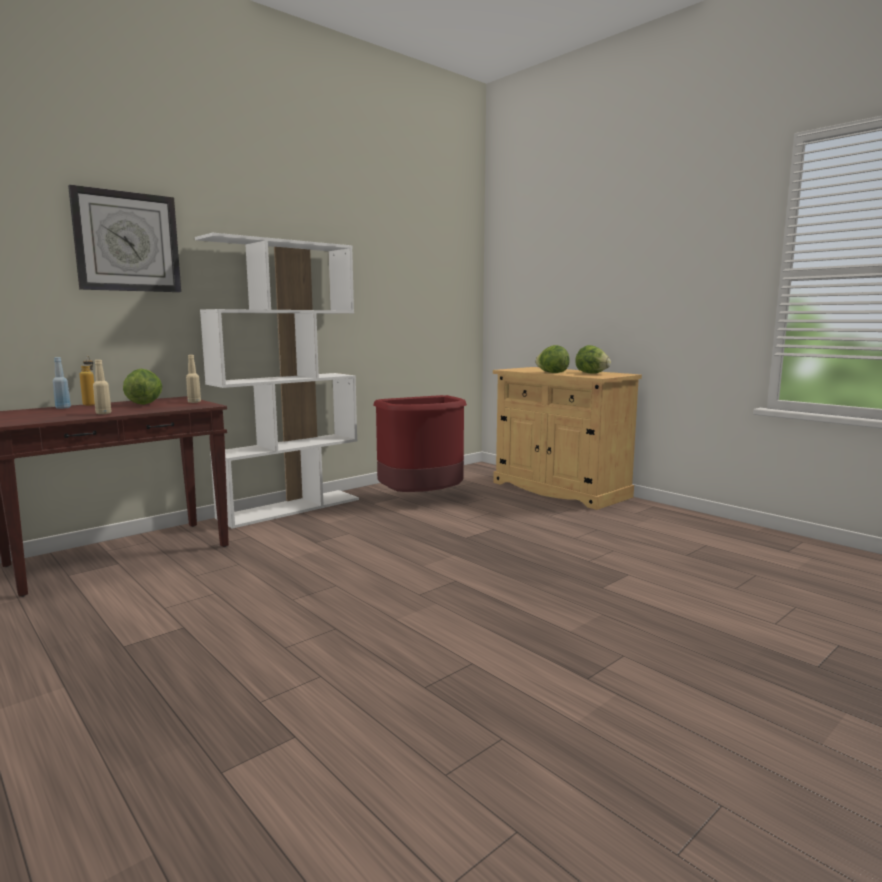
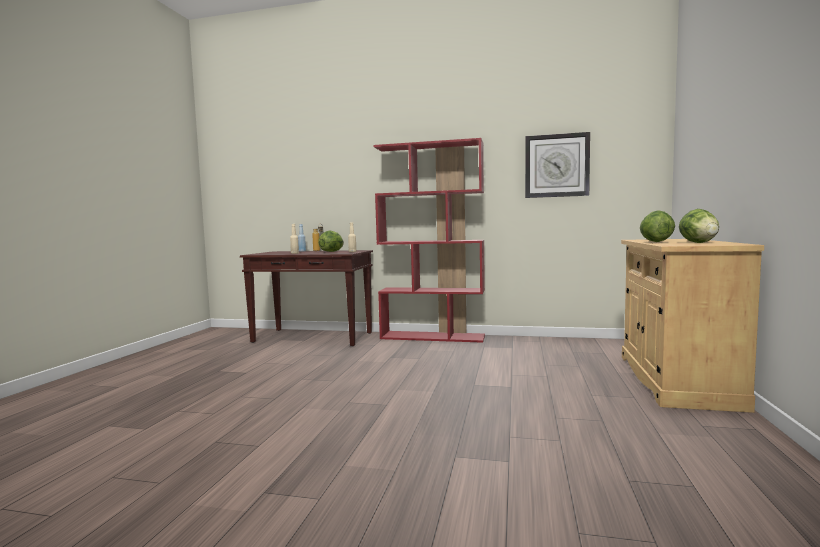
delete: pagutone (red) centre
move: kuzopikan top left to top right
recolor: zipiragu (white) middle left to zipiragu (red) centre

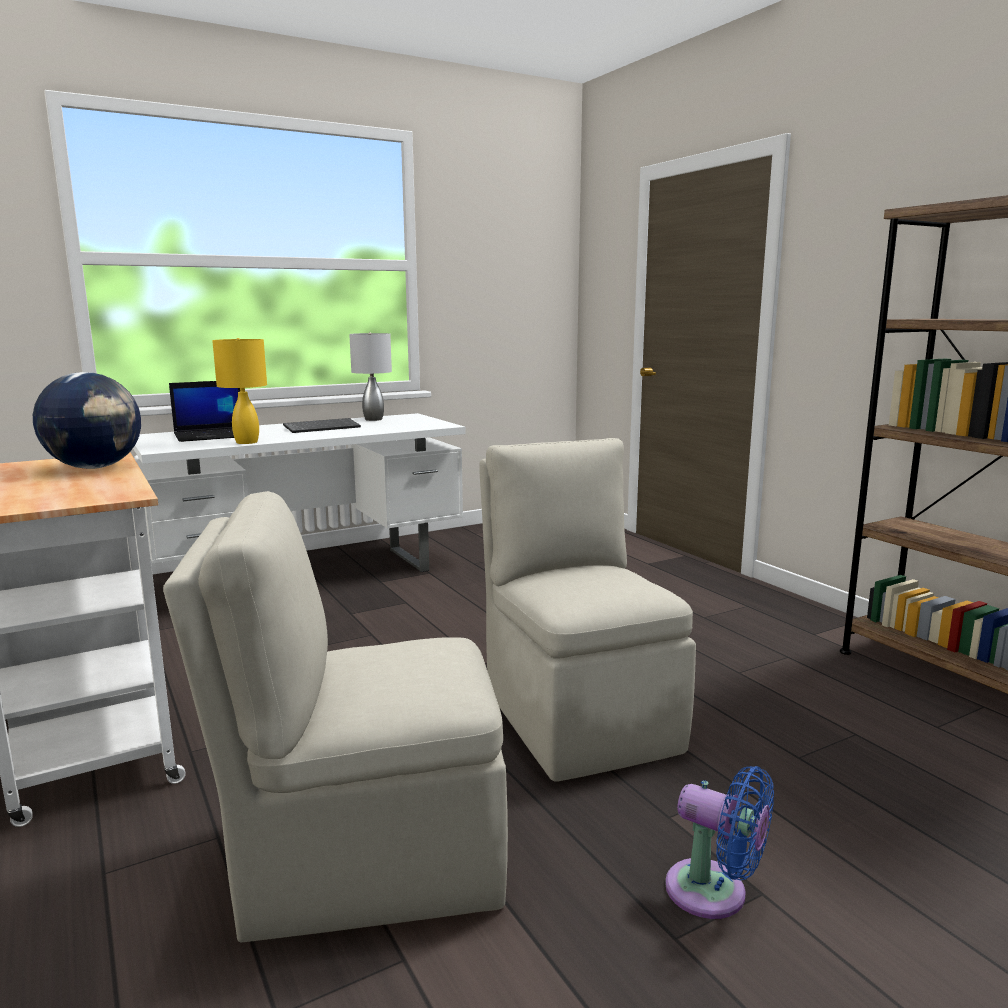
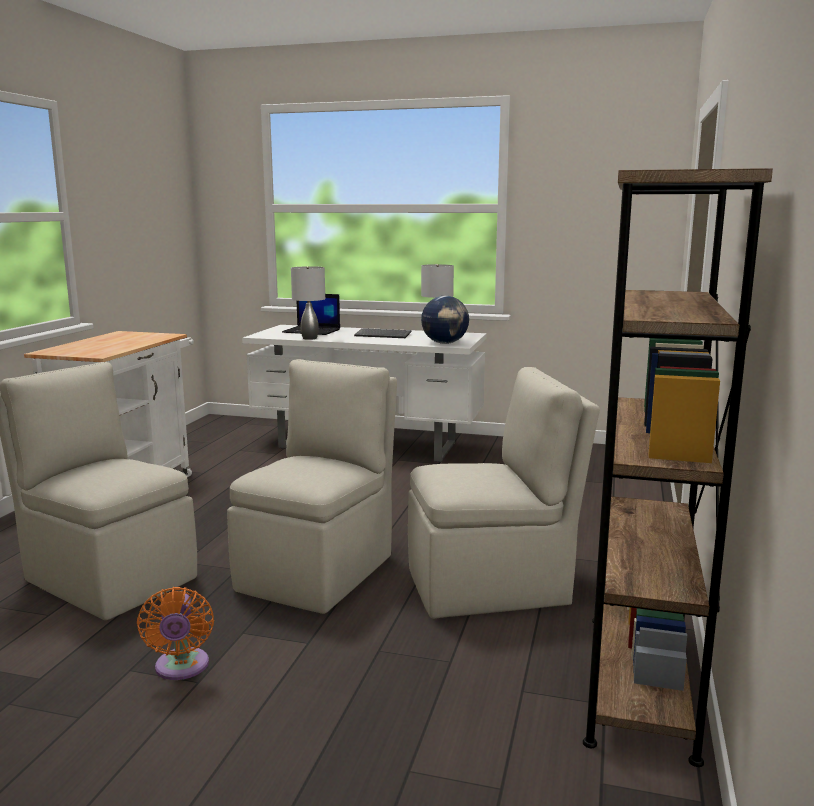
insert: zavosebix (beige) (3rd from left) centre
move: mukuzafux middle left to centre
recolor: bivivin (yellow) middle left to bivivin (grey) (1st from left) centre; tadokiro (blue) bottom right to tadokiro (orange) bottom left

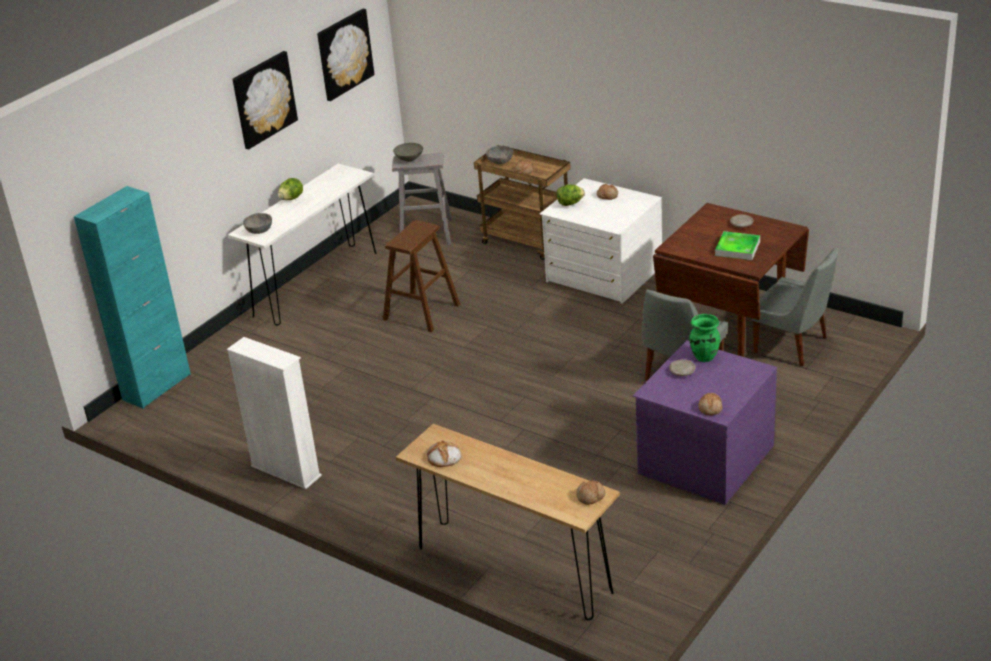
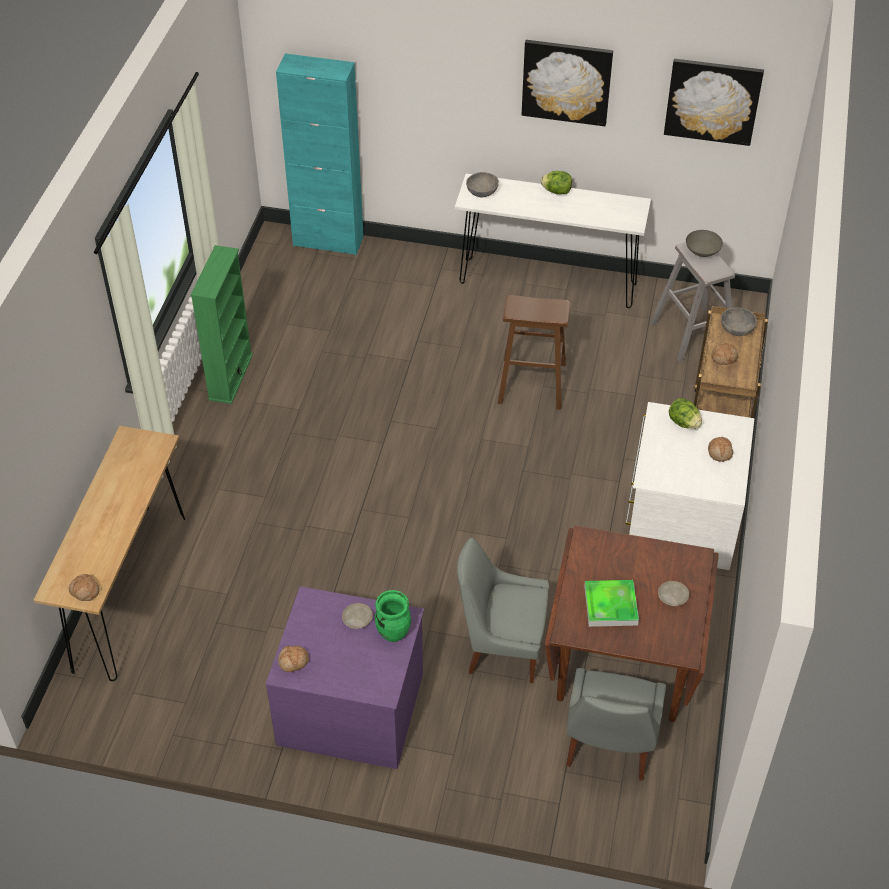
delete: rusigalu (1st from left) bottom centre
recolor: zipiragu (white) middle left to zipiragu (green) middle left

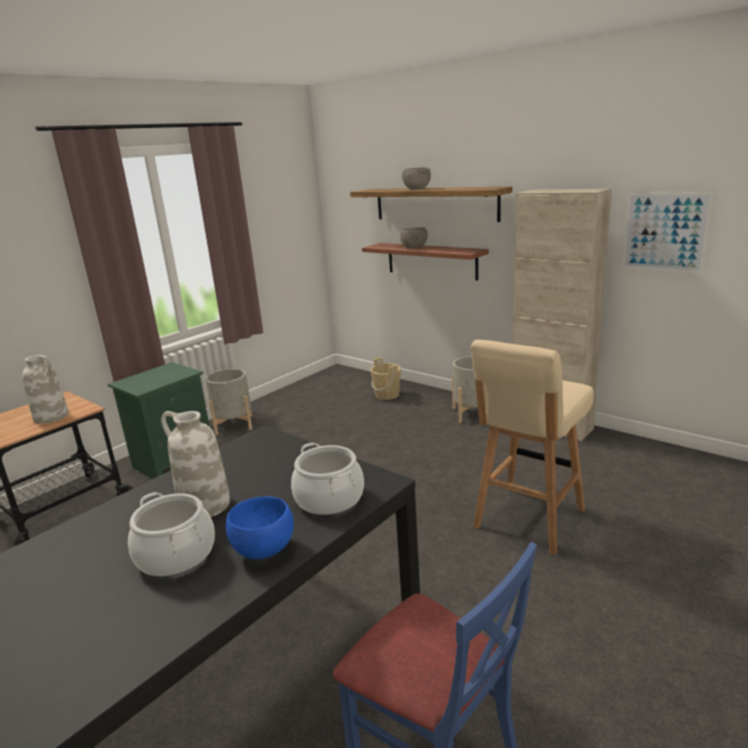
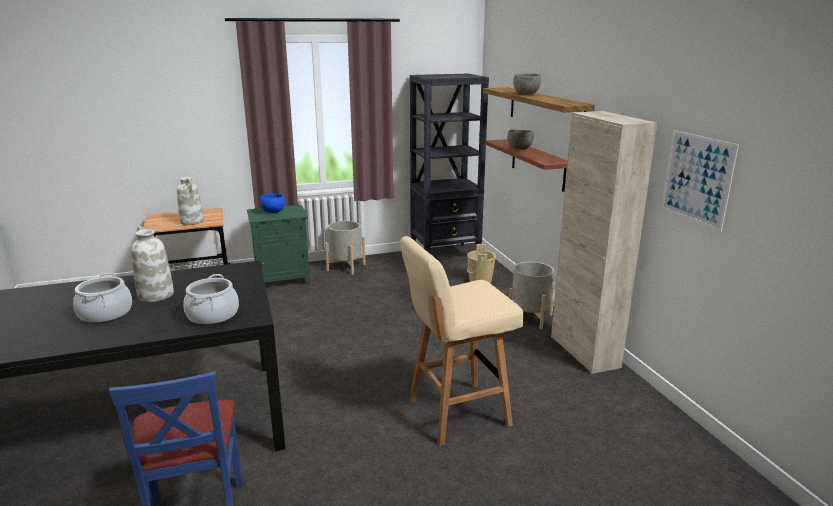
insert: zipiragu (black) top centre
move: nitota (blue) bottom centre to middle left

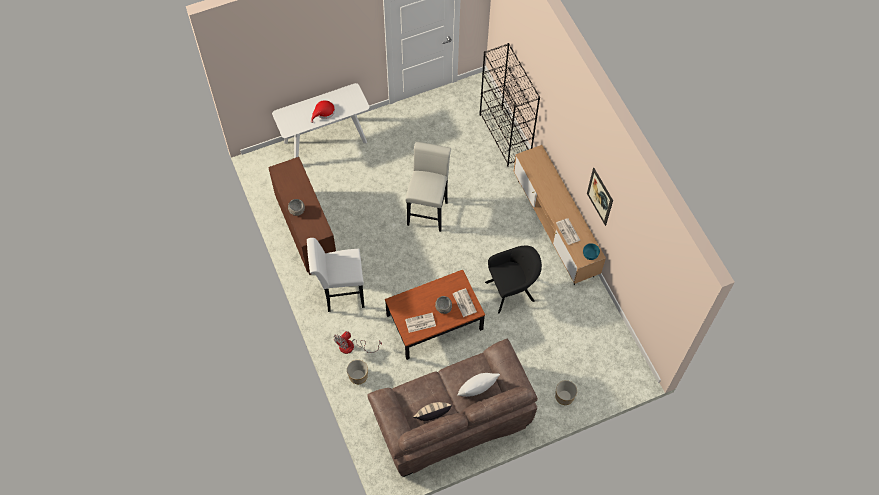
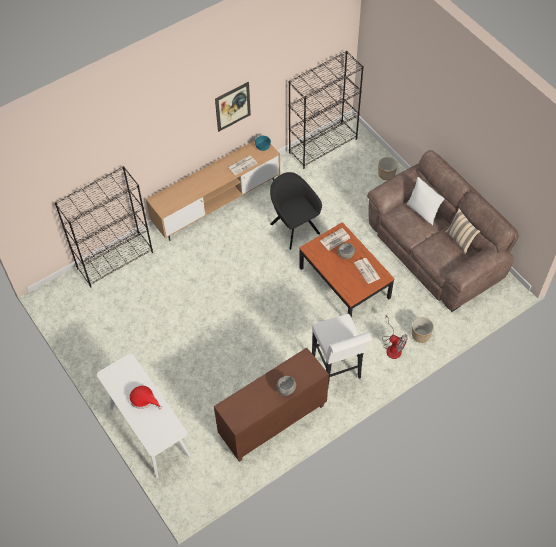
delete: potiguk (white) (2nd from left) centre
insert: zipiragu (black) (2nd from left) top centre

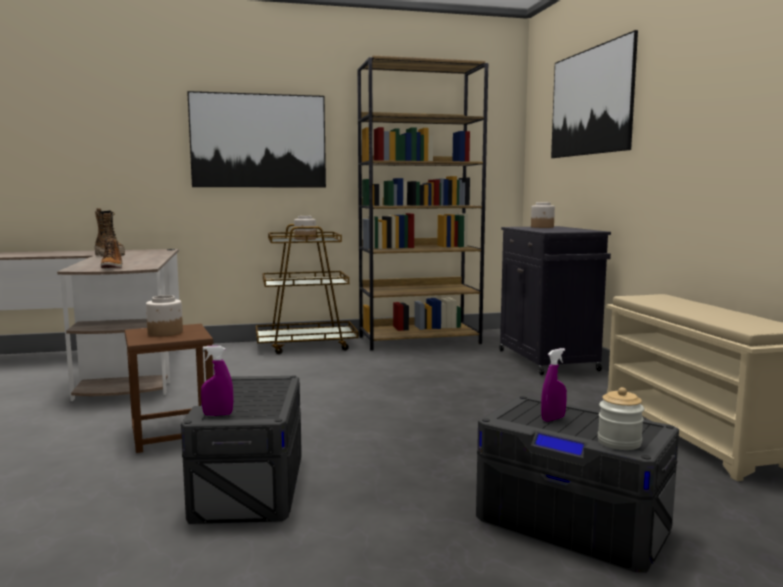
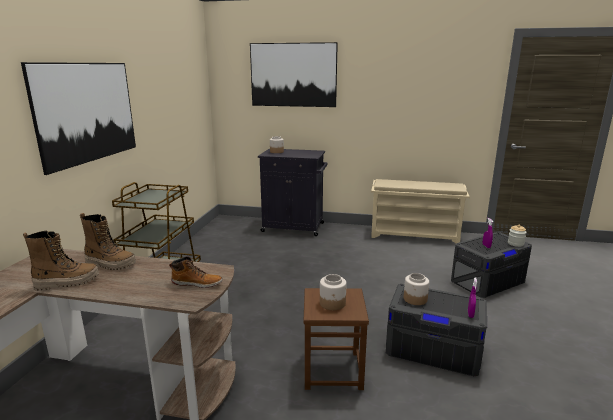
delete: zipiragu (brown) centre
insert: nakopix (2nd from left) middle left
move: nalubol (2nd from left in the first image) centre to nalubol (3rd from left) bottom right

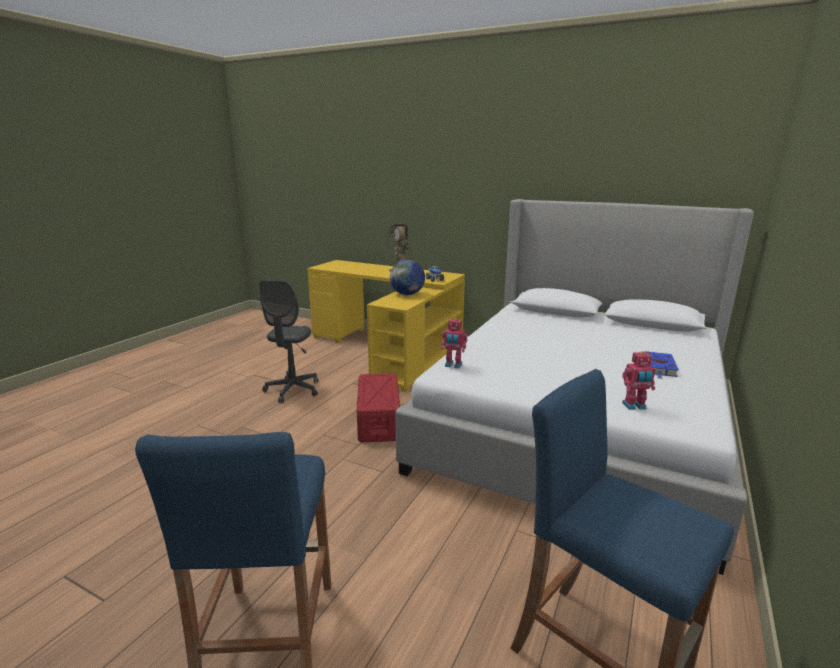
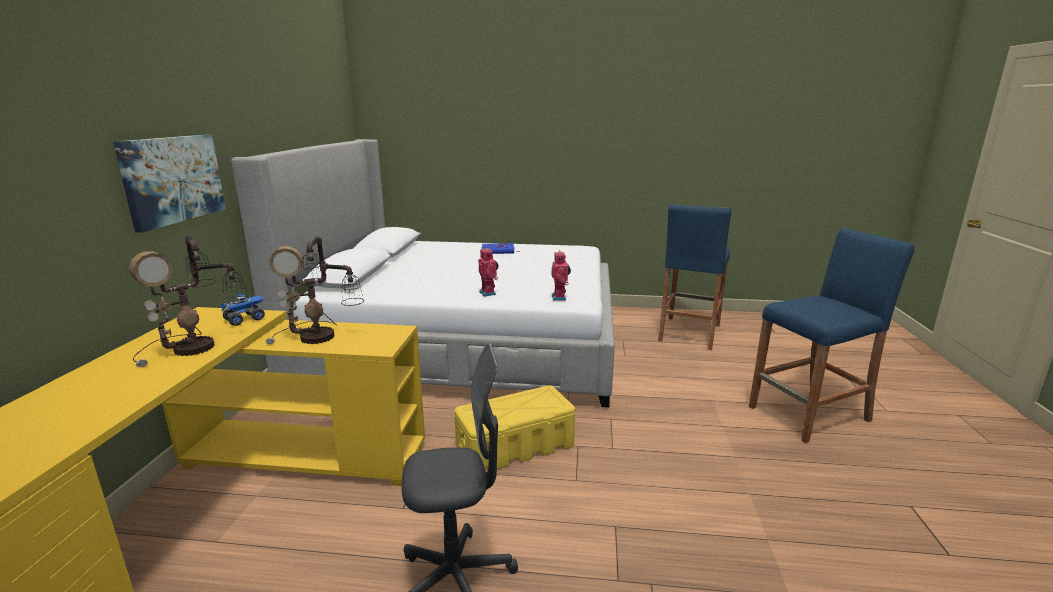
insert: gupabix top left
move: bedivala (2nd from left in the first image) middle right to bedivala (1st from left) centre
replace: mukuzafux centre to bivivin (2nd from left) middle left
recolor: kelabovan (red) centre to kelabovan (yellow) bottom centre

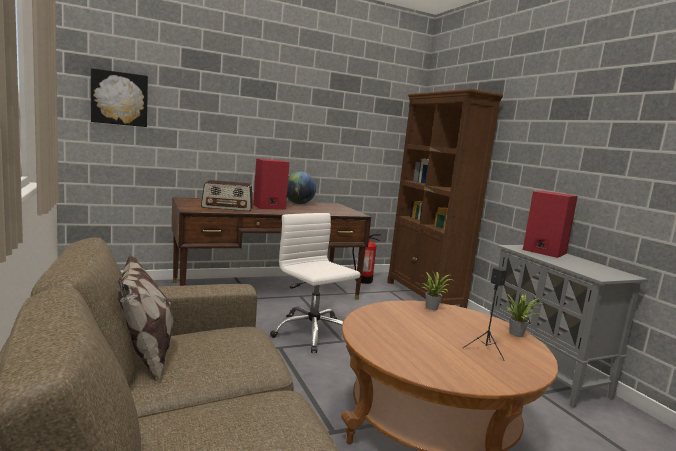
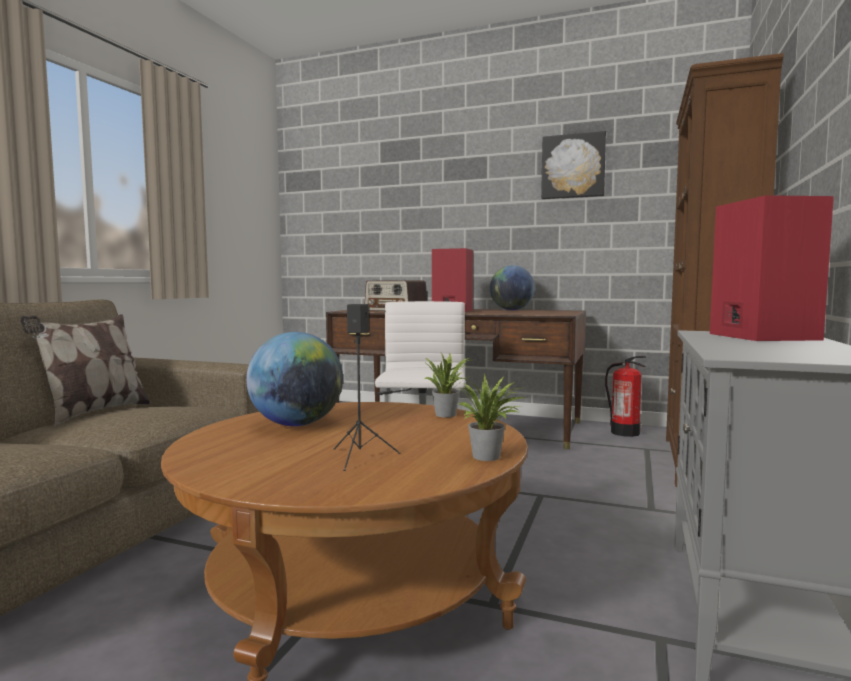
insert: mukuzafux (1st from left) centre
move: gupabix top left to top right

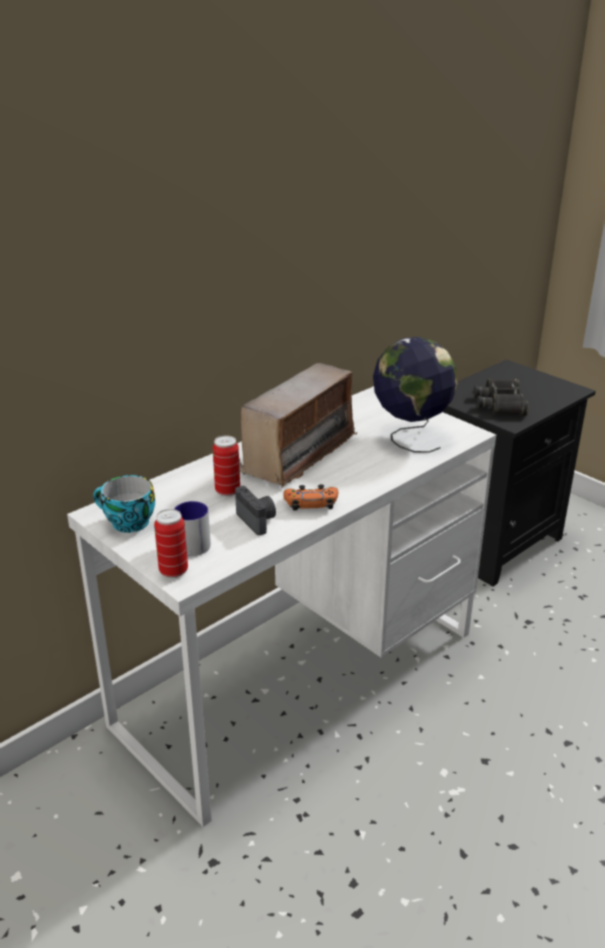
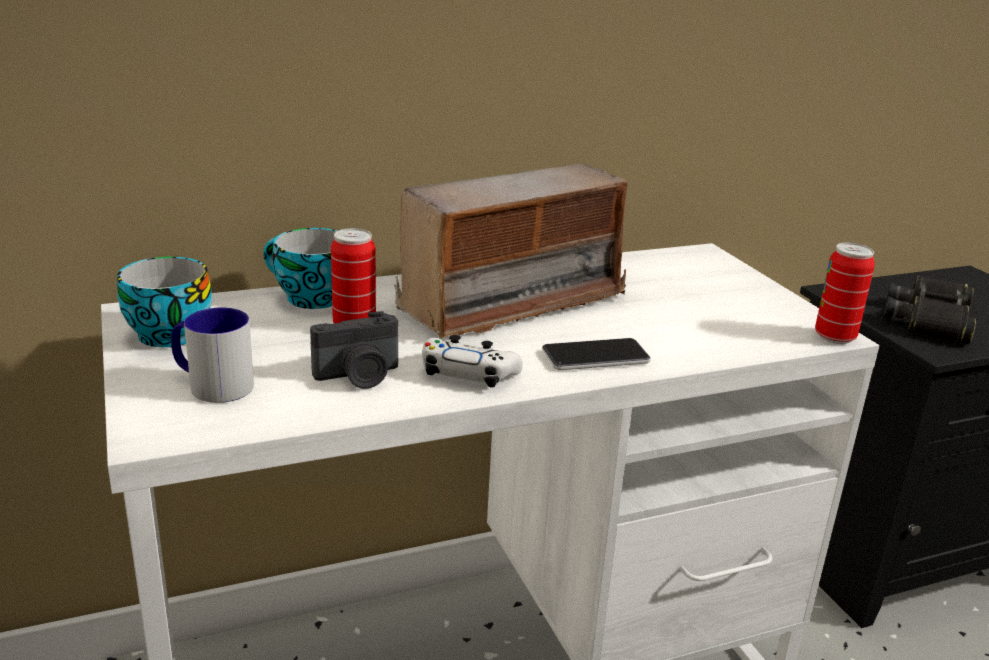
delete: mukuzafux middle right
insert: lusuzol (2nd from left) middle left; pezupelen centre
move: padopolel (1st from left in the first image) middle left to padopolel (2nd from left) middle right
recolor: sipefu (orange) centre to sipefu (white) centre
rotate: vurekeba centre = centre 75 degrees clockwise

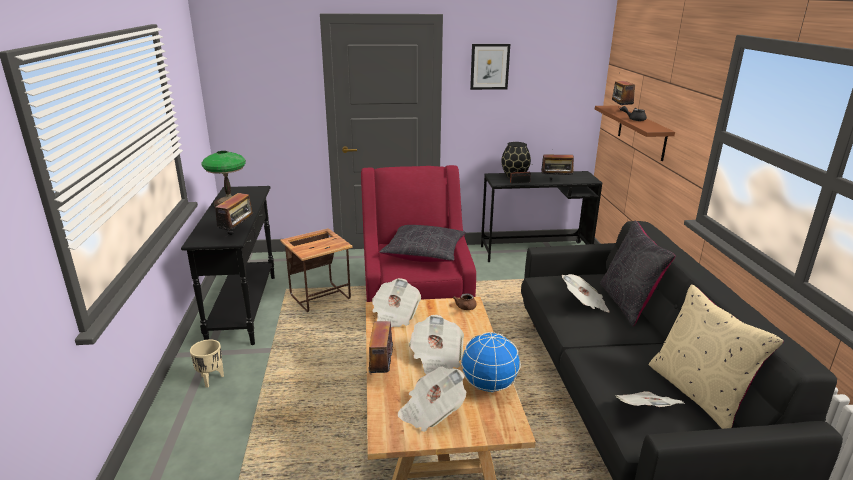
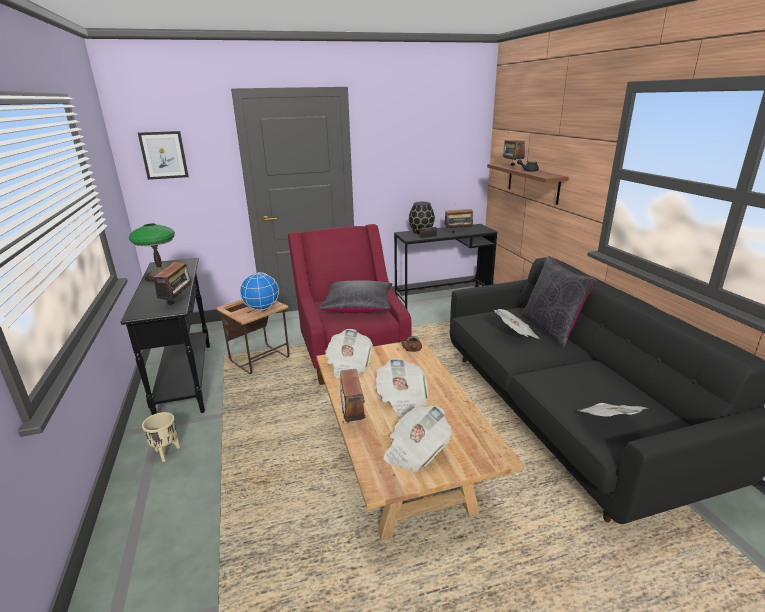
delete: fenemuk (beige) bottom right
move: gupabix top centre to top left; mukuzafux bottom centre to centre

